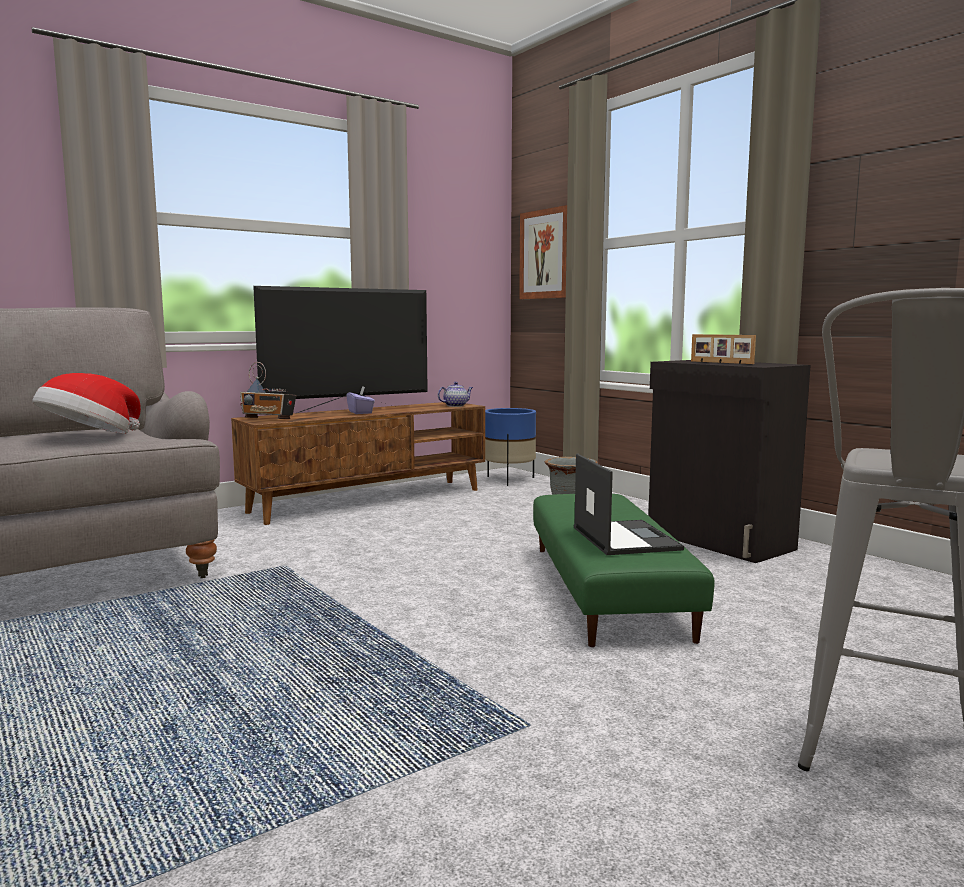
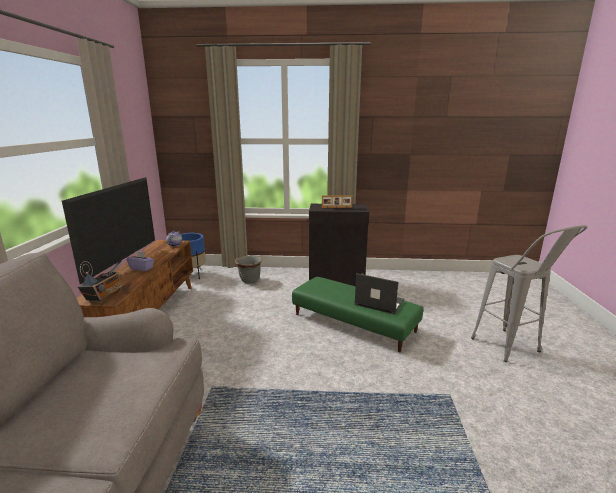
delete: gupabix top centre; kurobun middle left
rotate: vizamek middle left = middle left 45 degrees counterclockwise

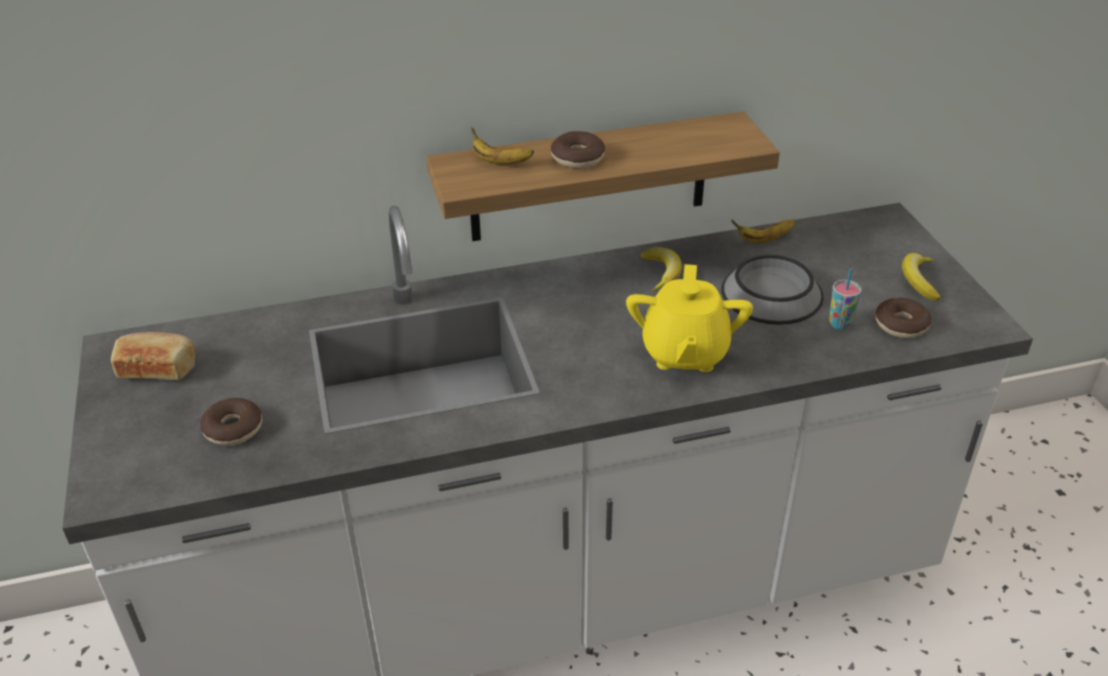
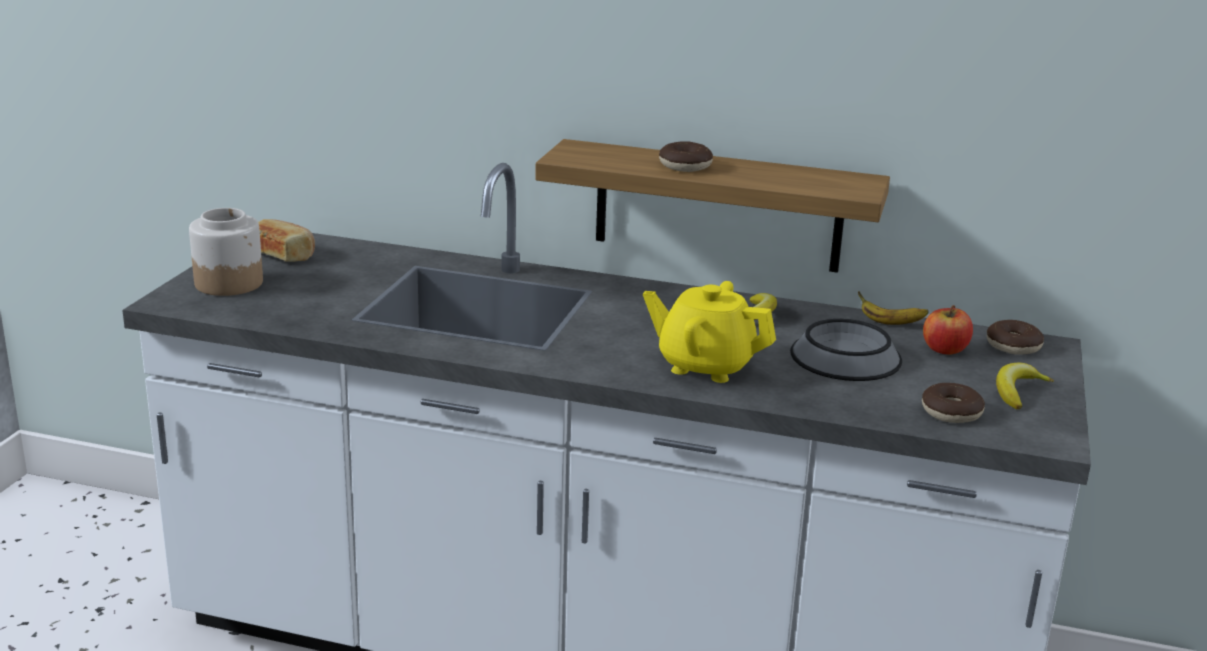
delete: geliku (1st from left) top centre; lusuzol middle right
insert: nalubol middle left; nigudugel middle right
move: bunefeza (1st from left in the first image) middle left to bunefeza (3rd from left) middle right
rotate: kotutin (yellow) centre = centre 75 degrees clockwise

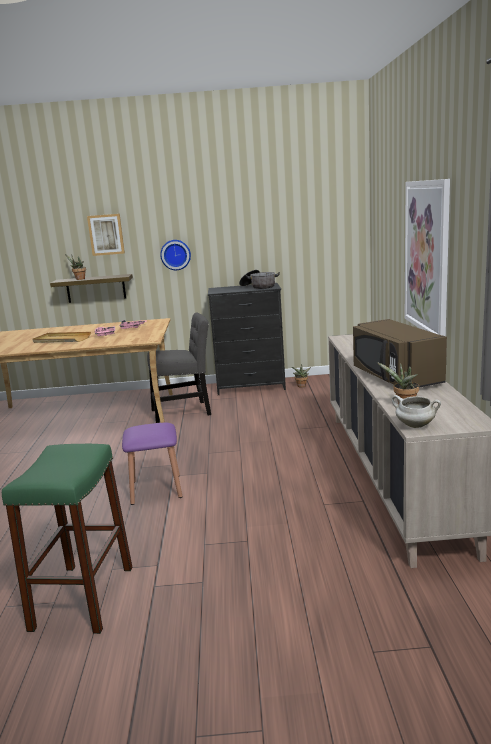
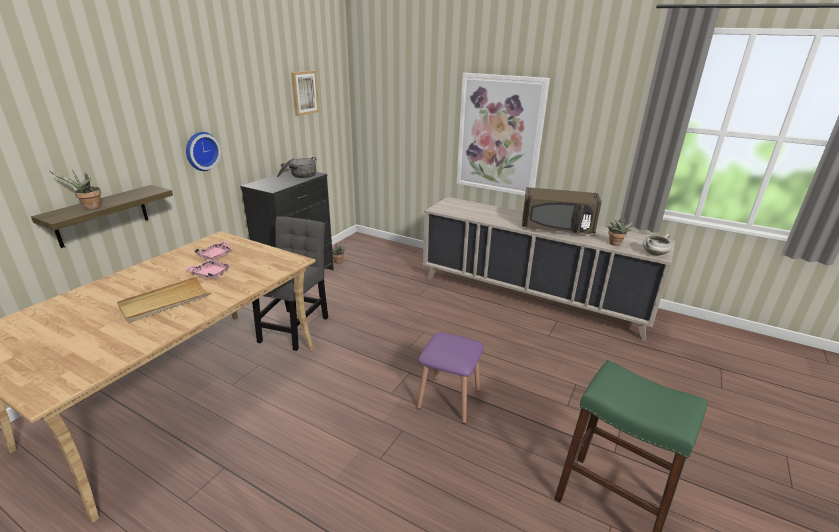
move: gupabix (1st from left) top left to top centre

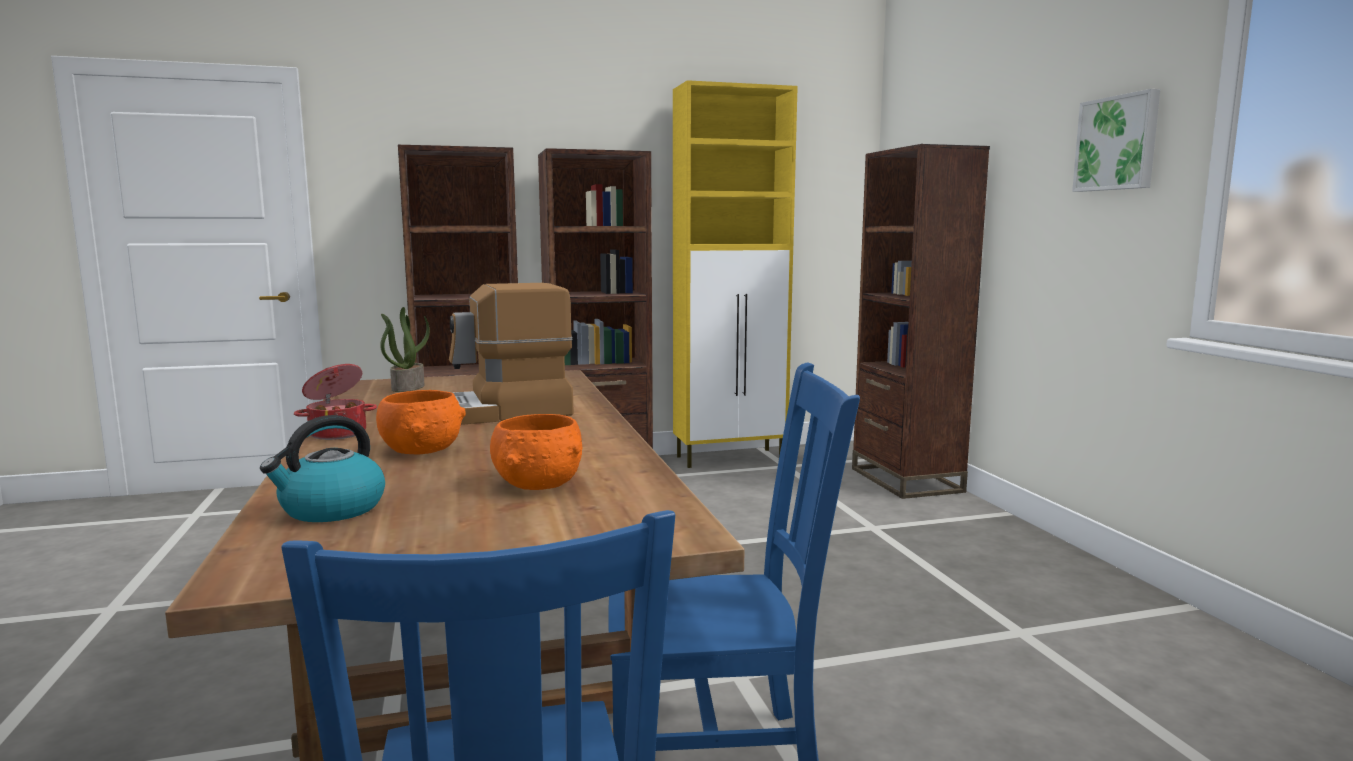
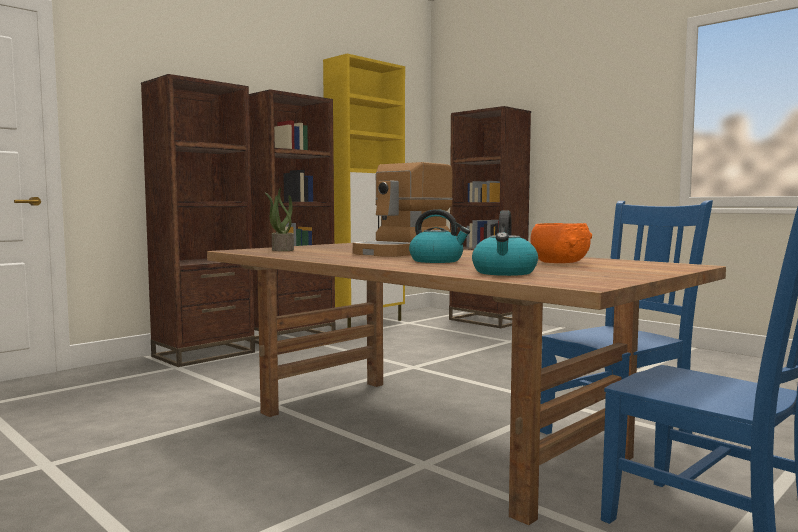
delete: gupabix top right; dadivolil middle left
replace: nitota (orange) (1st from left) middle left to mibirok (1st from left) centre

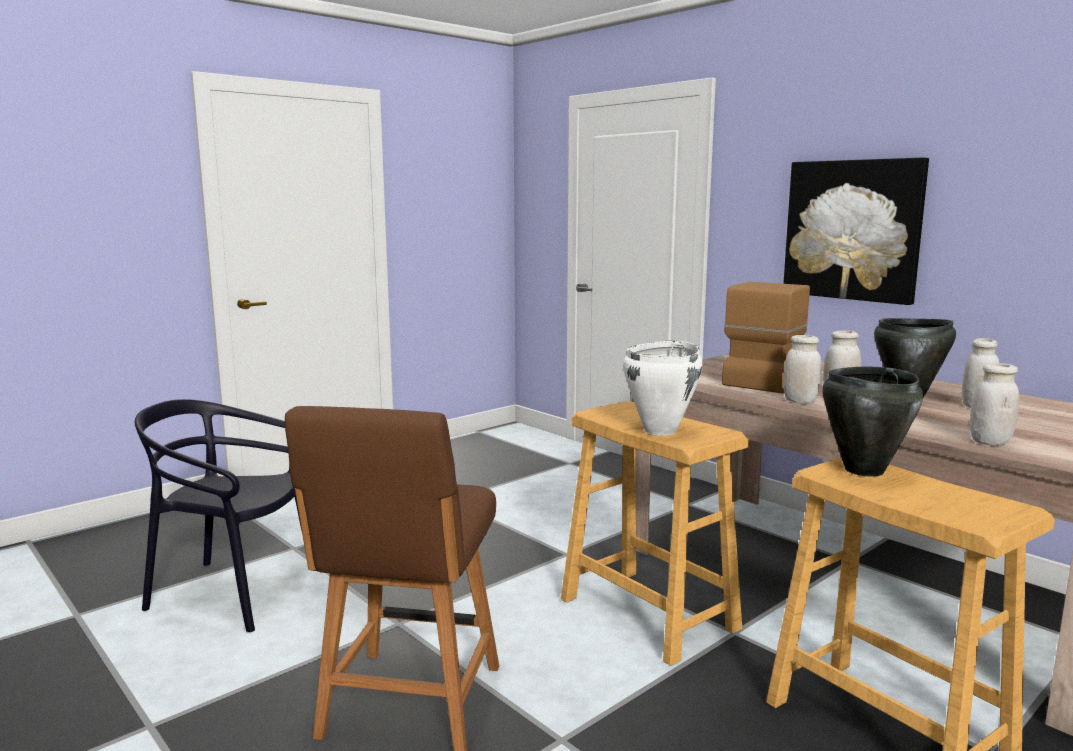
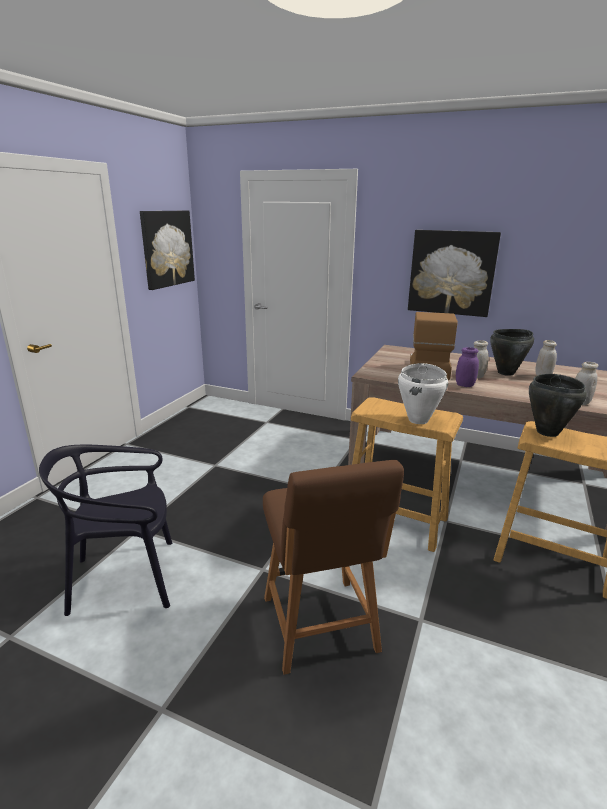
insert: gupabix (1st from left) top left
recolor: nalubol (white) (1st from left) middle right to nalubol (purple) middle right

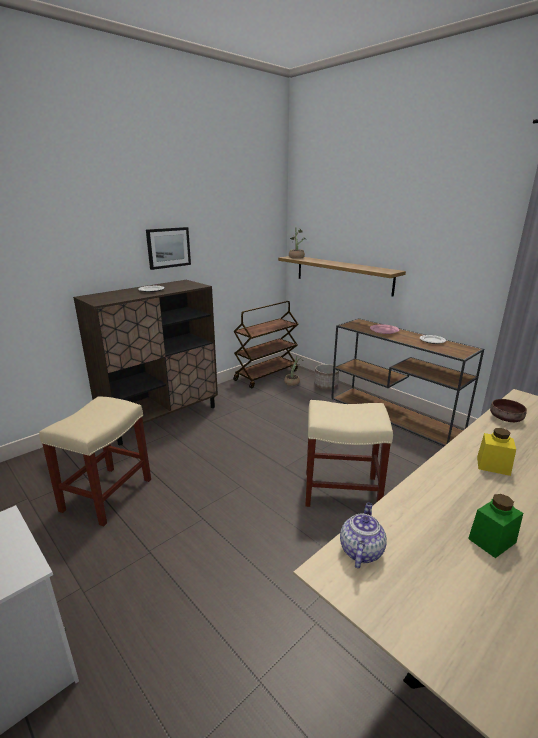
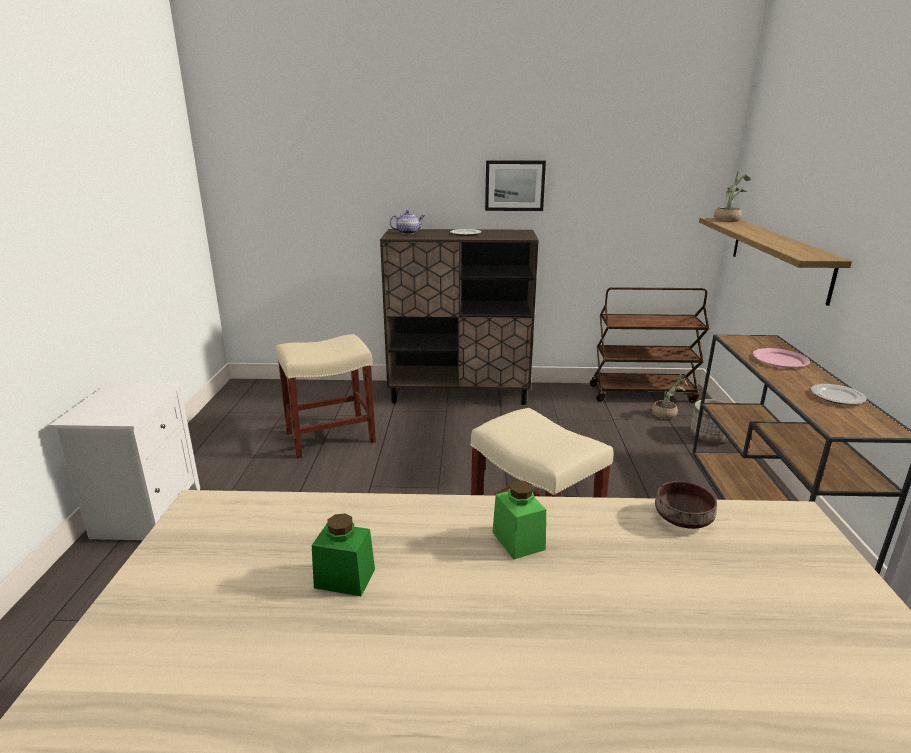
move: kotutin bottom right to top centre
recolor: nalubol (yellow) middle right to nalubol (green) (2nd from left) bottom centre

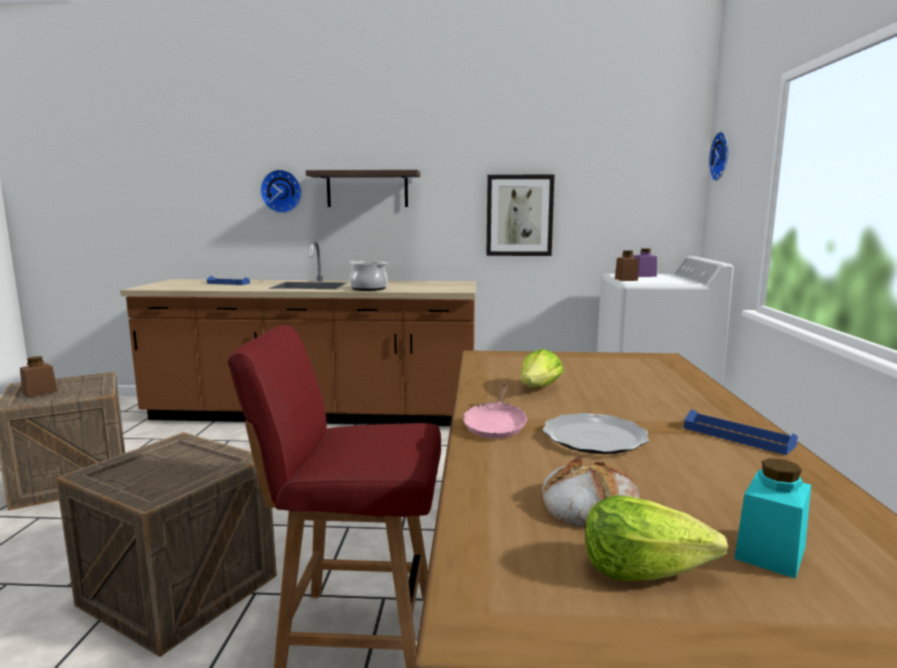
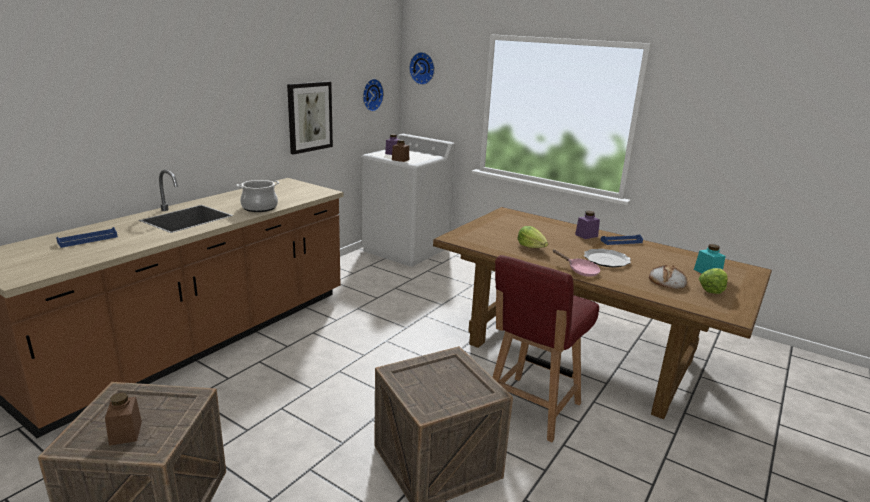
delete: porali top centre
insert: nalubol (purple) (2nd from left) middle right
move: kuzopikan (1st from left) top left to top centre

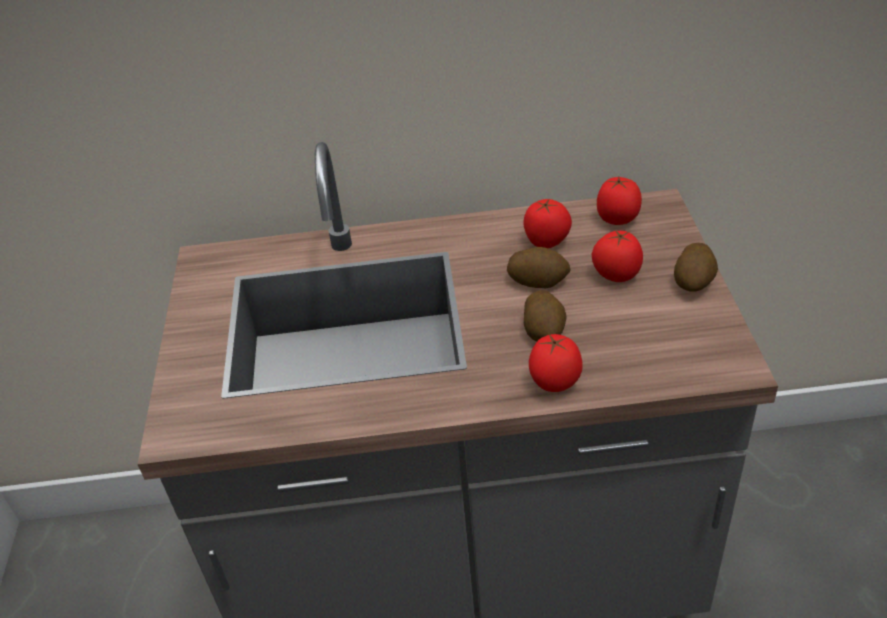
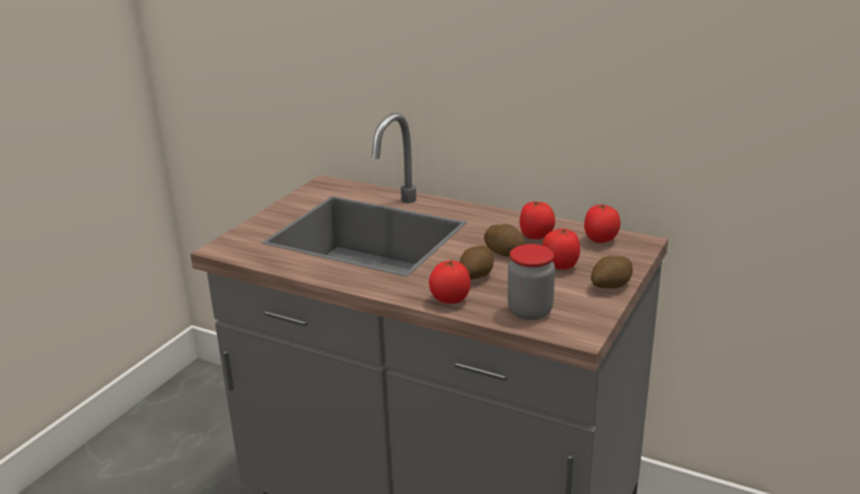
insert: nalubol centre

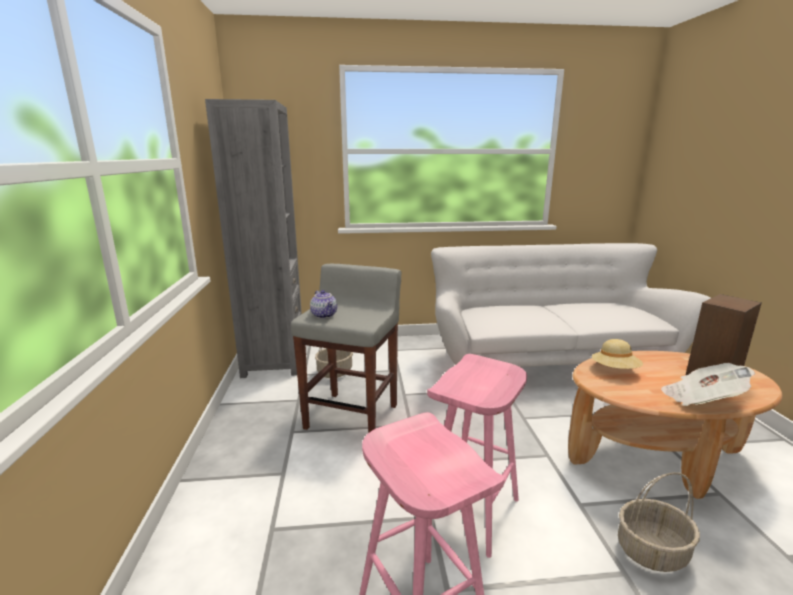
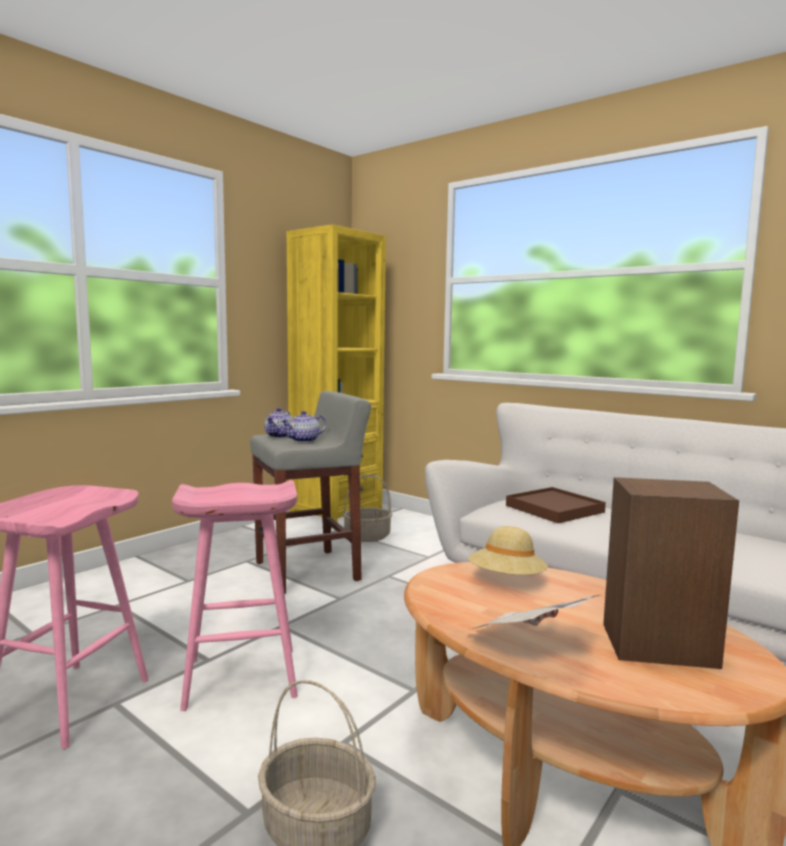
insert: kotutin (2nd from left) centre; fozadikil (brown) middle right
recolor: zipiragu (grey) middle left to zipiragu (yellow) centre

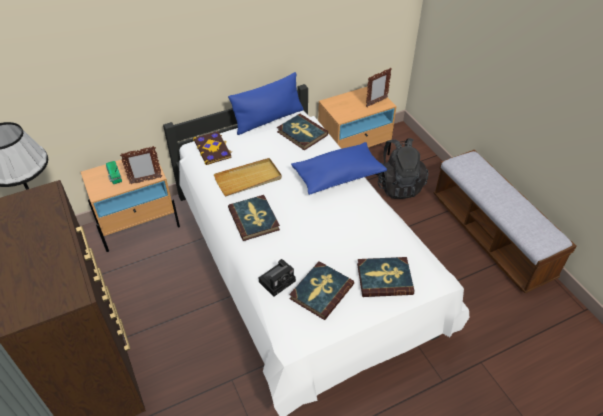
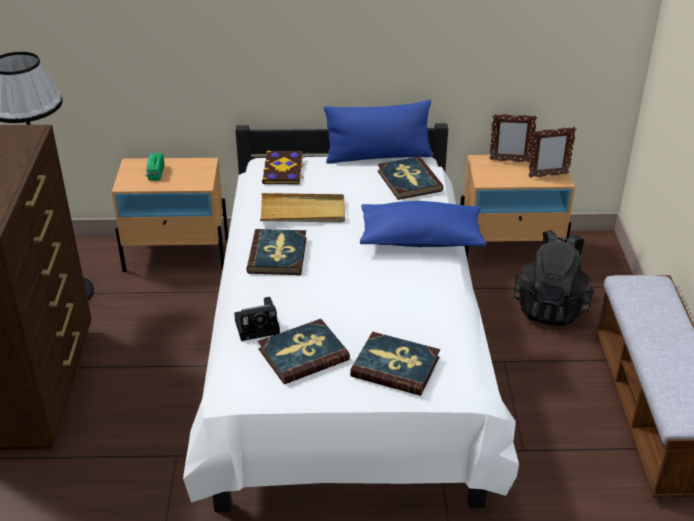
move: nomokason (1st from left) middle left to top right

